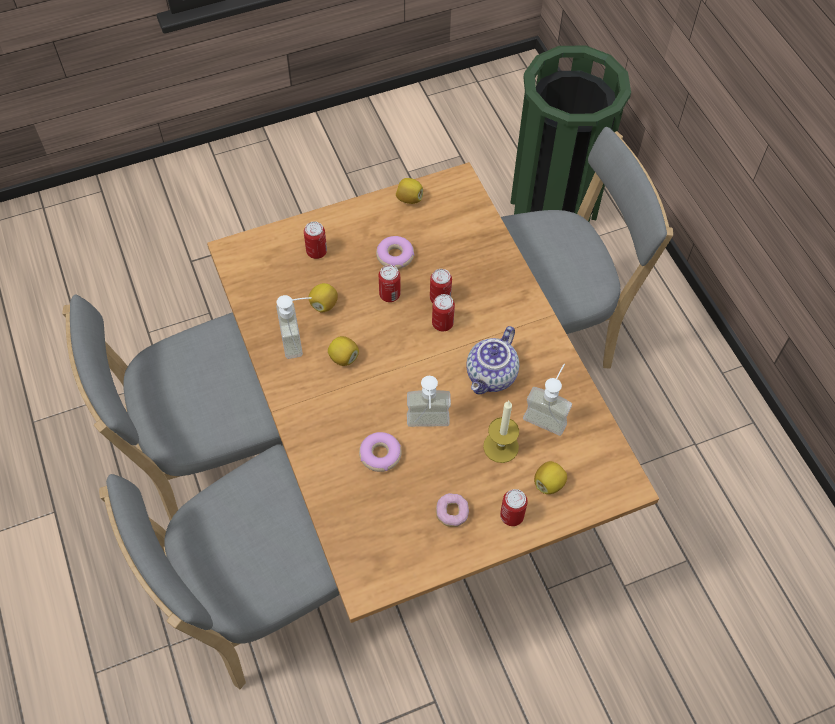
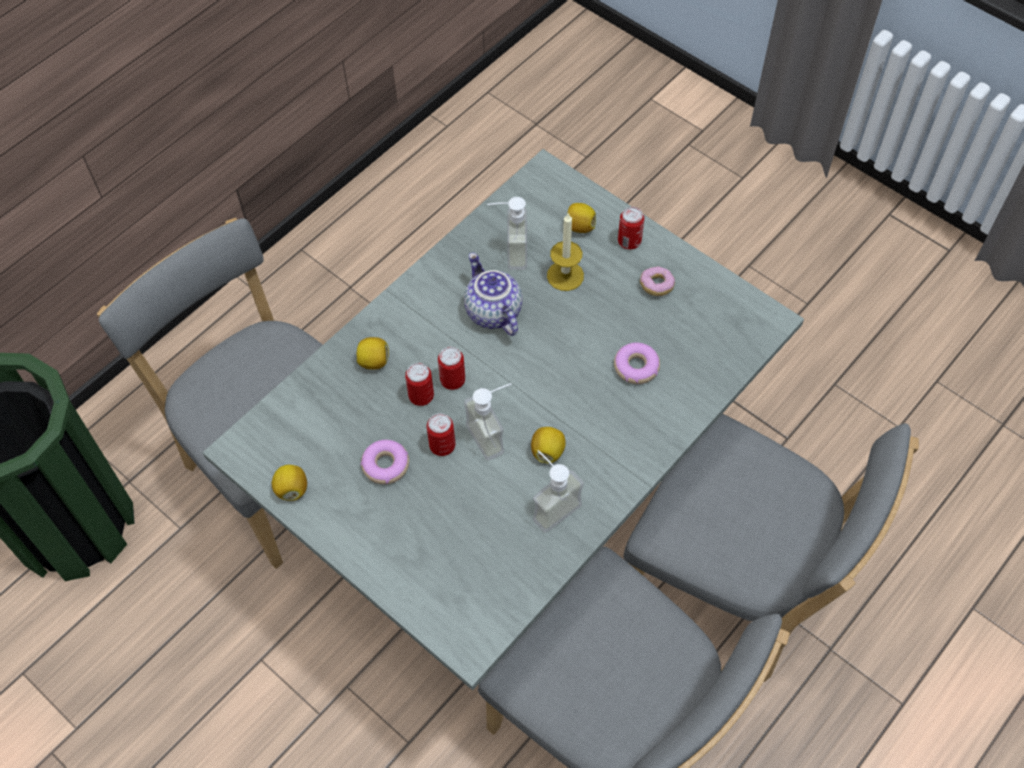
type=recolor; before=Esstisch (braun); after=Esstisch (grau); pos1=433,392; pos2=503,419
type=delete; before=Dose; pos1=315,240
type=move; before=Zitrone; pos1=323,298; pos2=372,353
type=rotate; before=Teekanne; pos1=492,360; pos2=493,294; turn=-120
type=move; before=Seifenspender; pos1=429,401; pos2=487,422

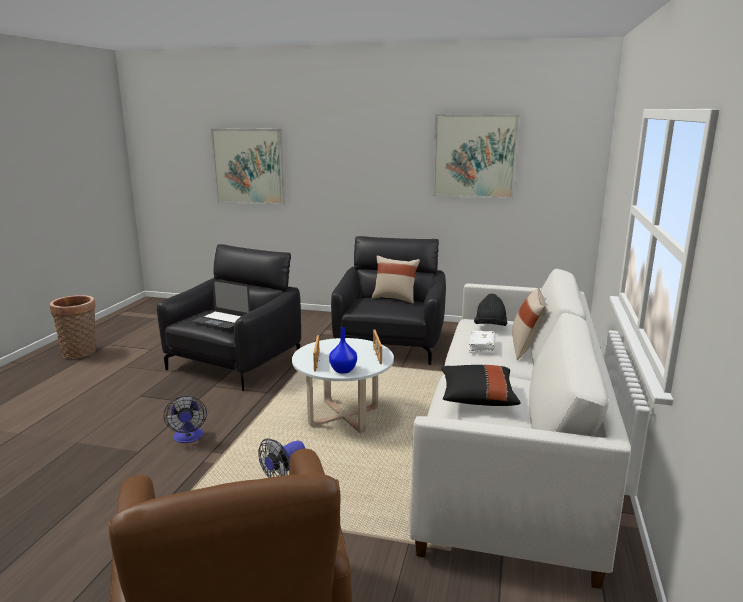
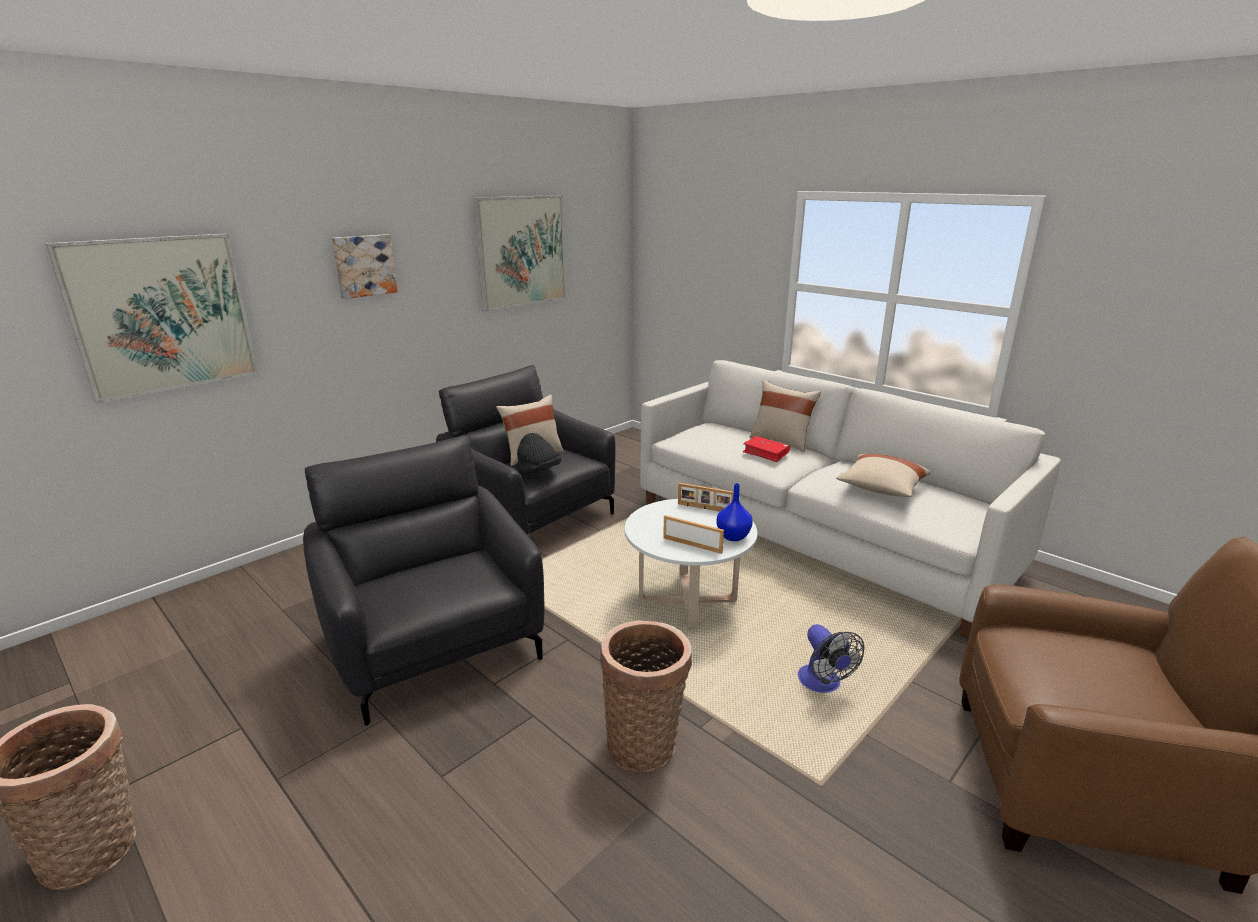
type=delete; before=Laptop; pos1=221,304
type=move; before=Hut (schwarz); pos1=490,310; pos2=538,453
type=recolor; before=Buch (weiß); after=Buch (rot); pos1=482,342; pos2=766,449
type=recolor; before=Kissen (schwarz); after=Kissen (beige); pos1=481,385; pos2=883,475
type=replace; before=Ventilator; after=Korb; pos1=185,419; pos2=646,696
type=insert; after=Bild; pos2=365,266

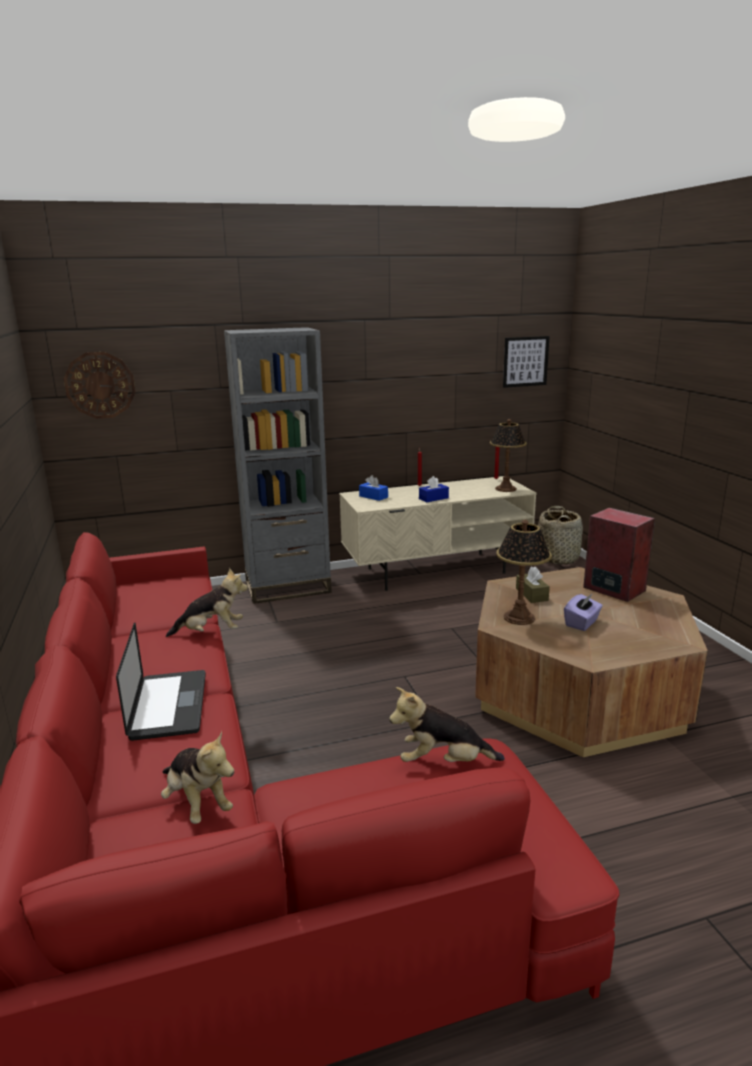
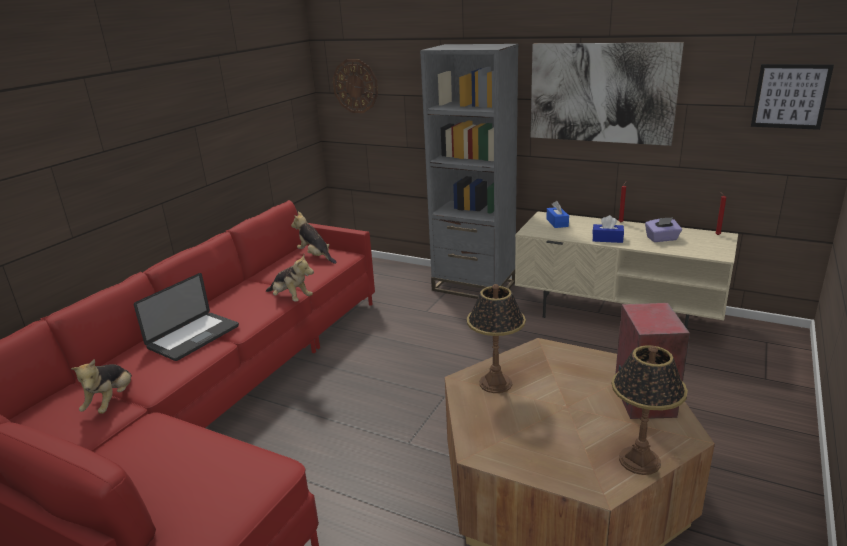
type=move; before=Tischlampe; pos1=508,455; pos2=650,410
type=delete; before=Korb; pos1=560,535
type=delete; before=Taschentuchbox (braun); pos1=533,584
type=move; before=Taschentuchbox (lila); pos1=583,612; pos2=663,229
type=move; before=Plüschtier; pos1=447,724; pos2=314,238
type=insert; after=Bild; pos2=607,94

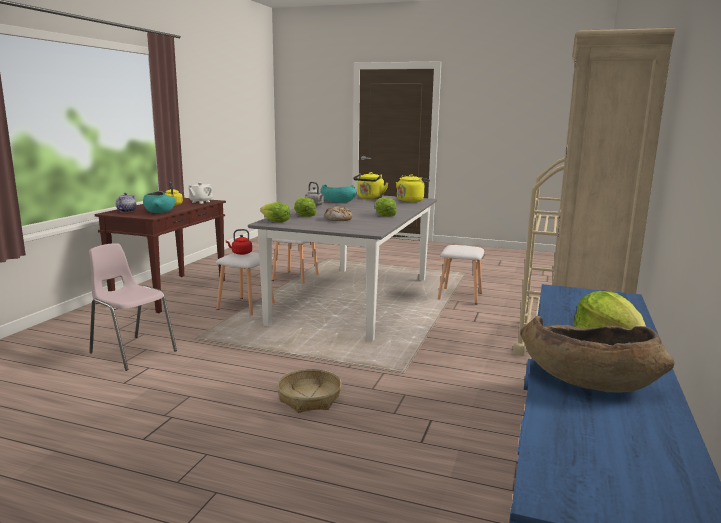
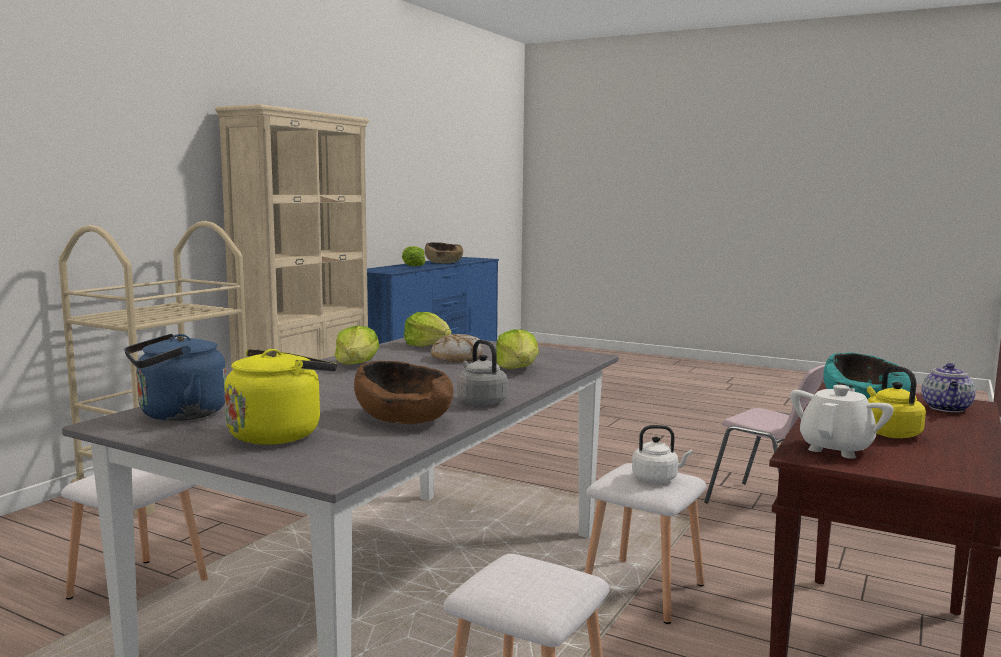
type=recolor; before=Wasserkessel (gelb); after=Wasserkessel (blau); pos1=413,188; pos2=175,377
type=recolor; before=Schüssel (türkis); after=Schüssel (braun); pos1=338,193; pos2=403,392
type=move; before=Salatkopf; pos1=275,212; pos2=428,329
type=recolor; before=Wasserkessel (rot); after=Wasserkessel (weiß); pos1=239,242; pos2=662,454
type=delete; before=Korb; pos1=309,391

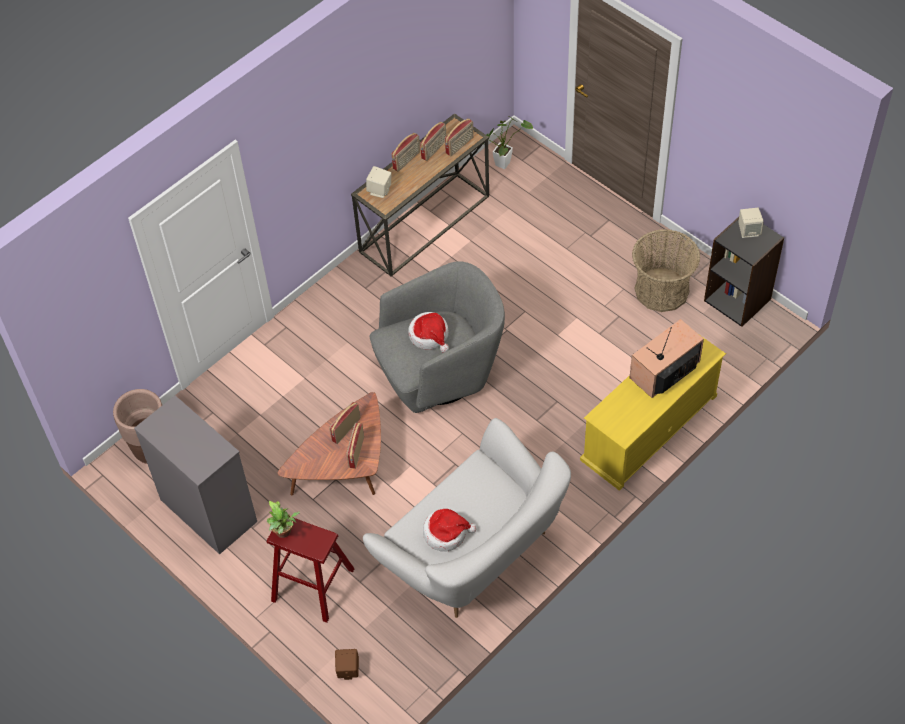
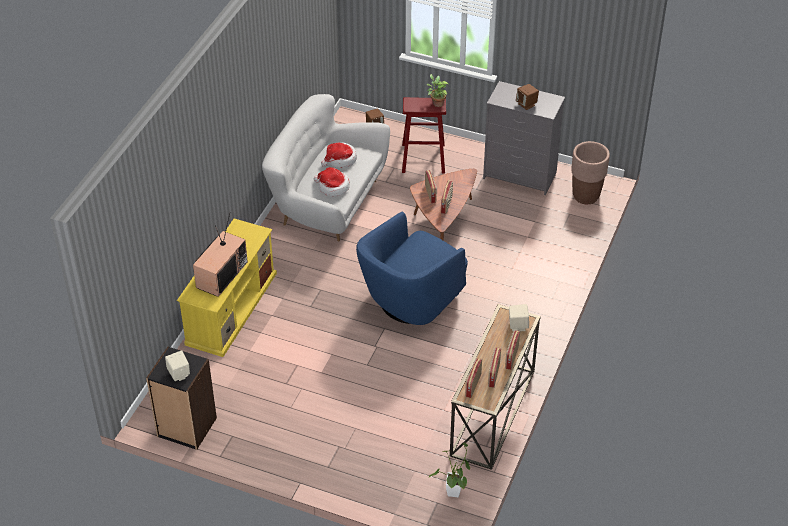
type=delete; before=Korb; pos1=666,270
type=recolor; before=Sessel (grau); after=Sessel (blau); pos1=437,337; pos2=412,268
type=move; before=Hut; pos1=428,332; pos2=332,182
type=insert; after=Lautsprecher (braun); pos2=527,97

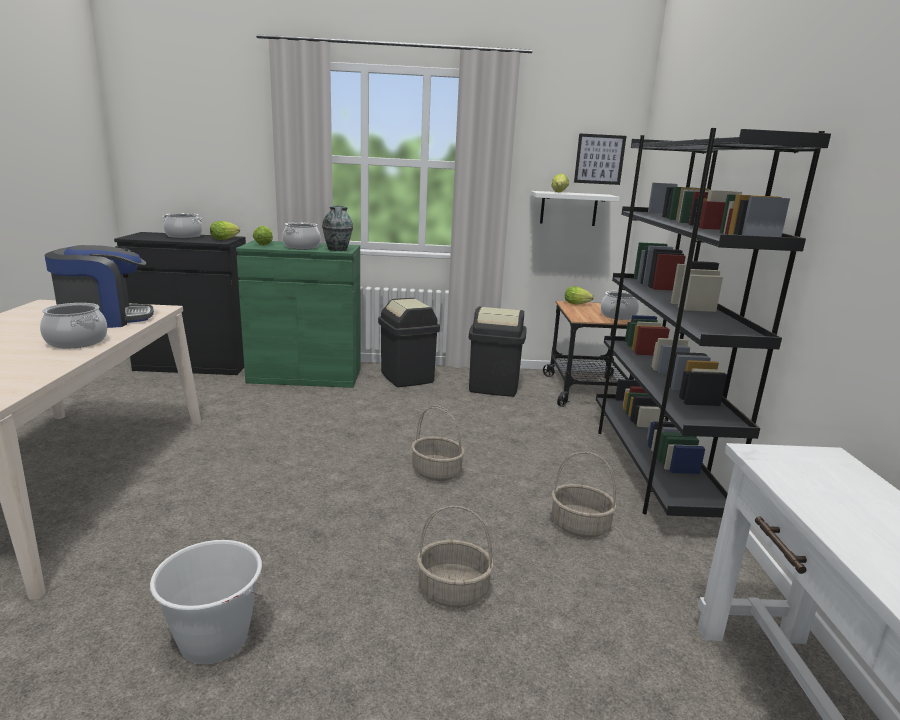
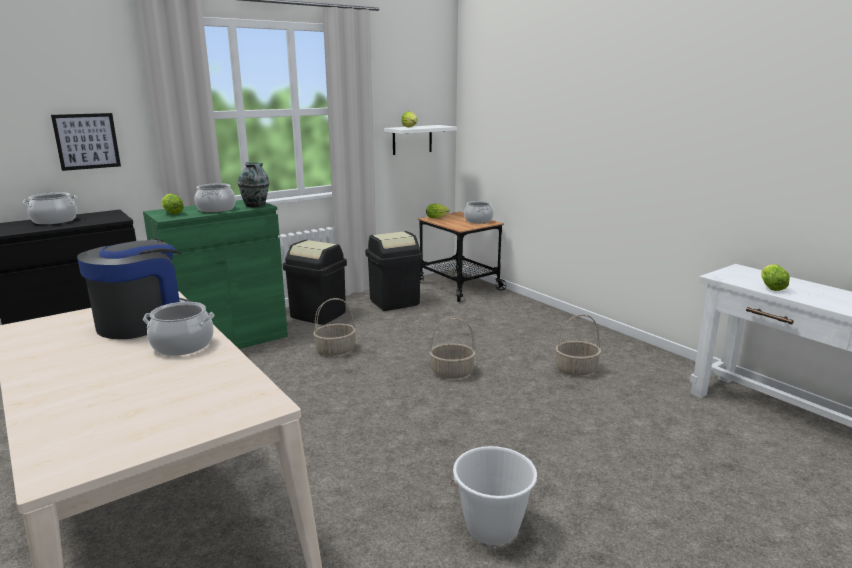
type=delete; before=Bücherregal (schwarz); pos1=713,323
type=move; before=Bild; pos1=600,159; pos2=86,142
type=move; before=Salatkopf; pos1=225,230; pos2=775,278
type=move; before=Korb; pos1=455,557; pos2=334,327

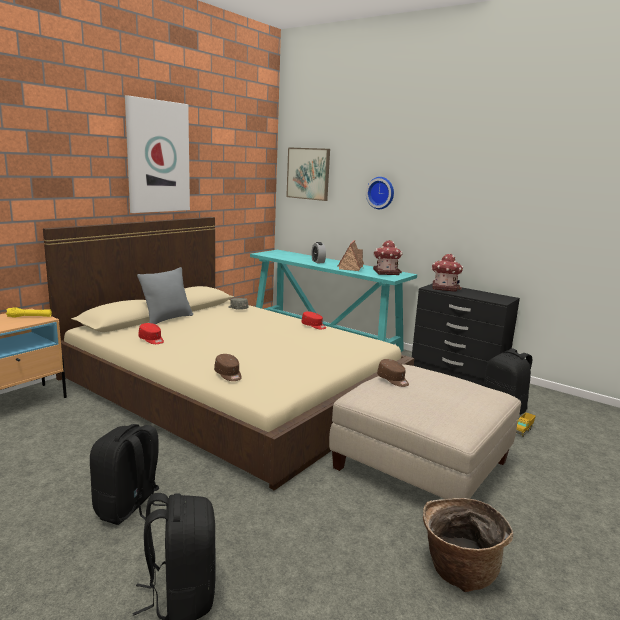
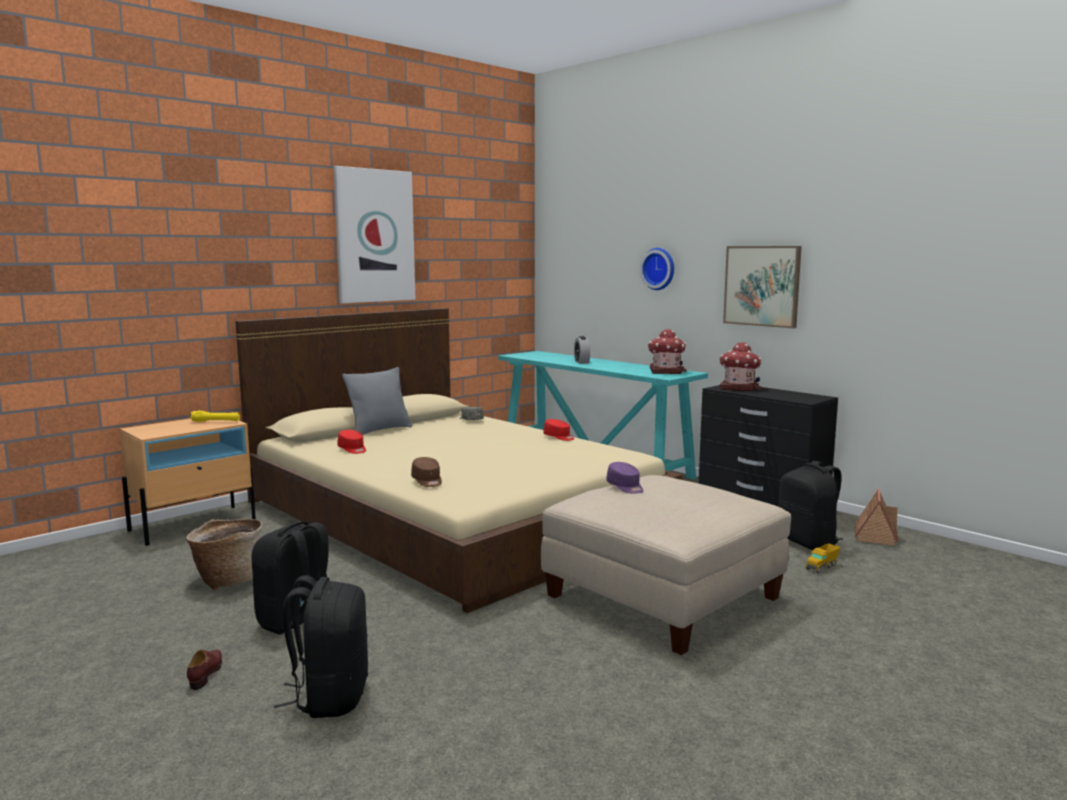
type=move; before=Bild; pos1=308,174; pos2=762,287
type=move; before=Spielzeughaus; pos1=350,255; pos2=877,517
type=recolor; before=Kappe (braun); after=Kappe (lila); pos1=393,373; pos2=624,478
type=move; before=Korb; pos1=468,545; pos2=224,554
type=insert; after=Schuh (braun); pos2=204,670

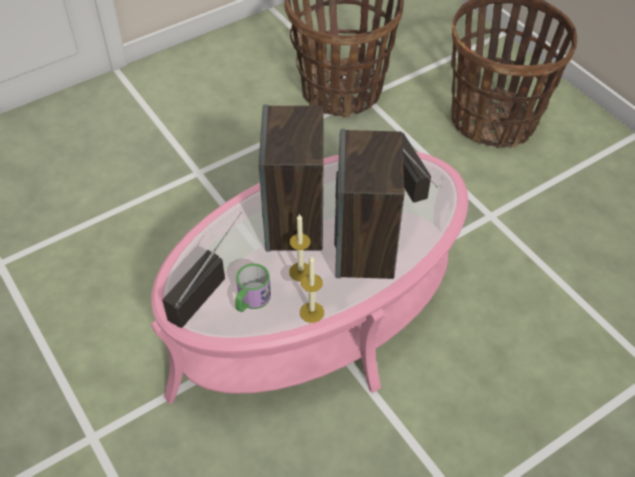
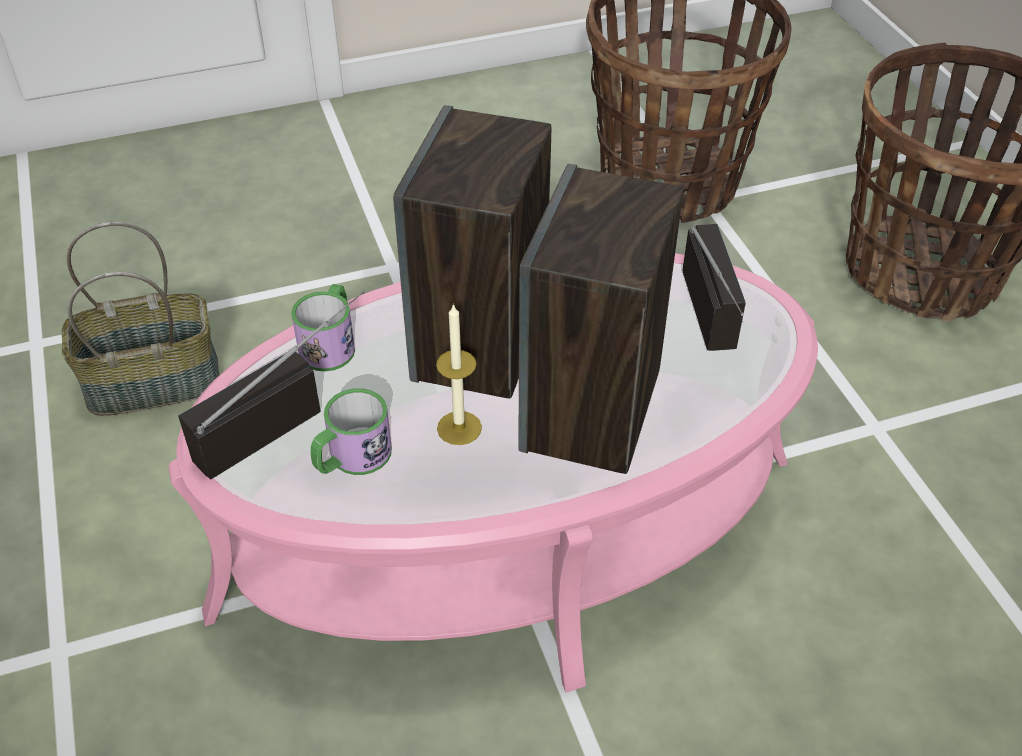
type=delete; before=Kerze; pos1=312,289
type=insert; after=Korb; pos2=141,319
type=insert; after=Henkelbecher; pos2=323,327

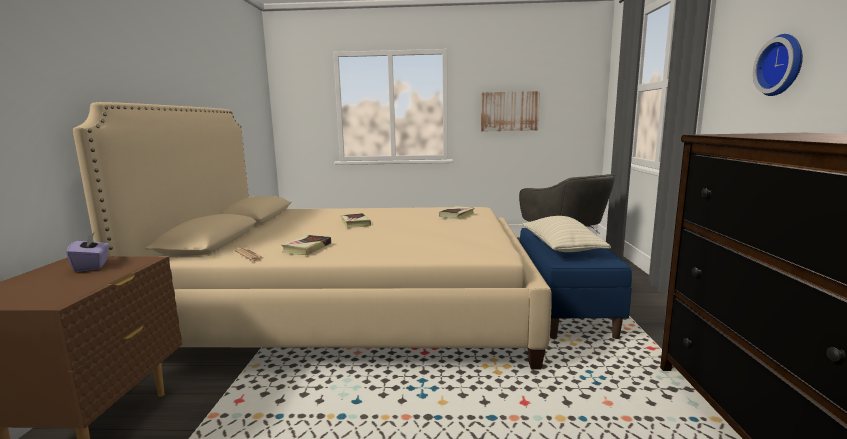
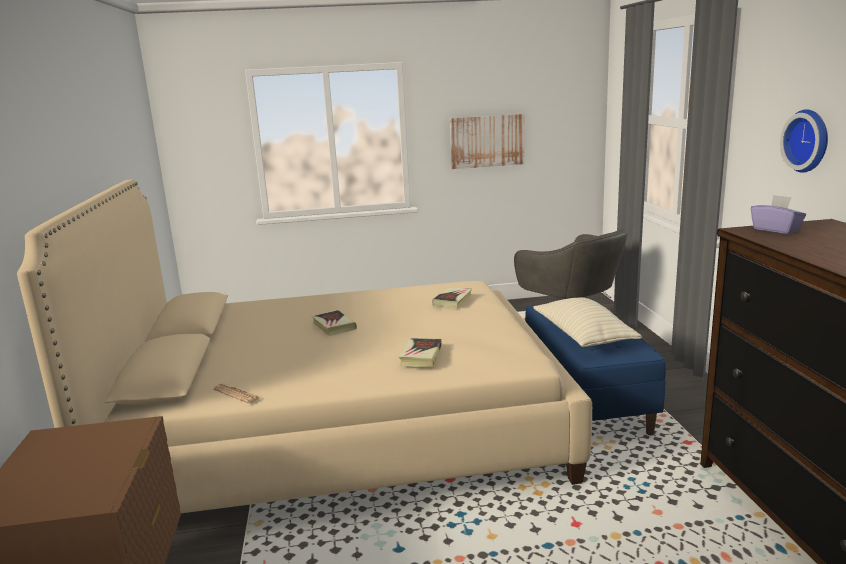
type=move; before=Taschentuchbox (lila); pos1=87,252; pos2=778,214
type=move; before=Buch; pos1=306,245; pos2=420,352

